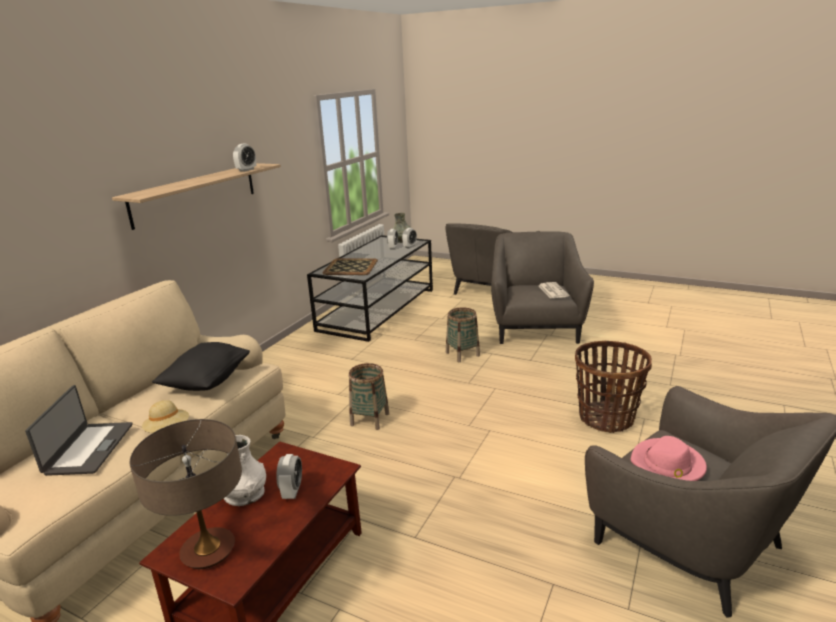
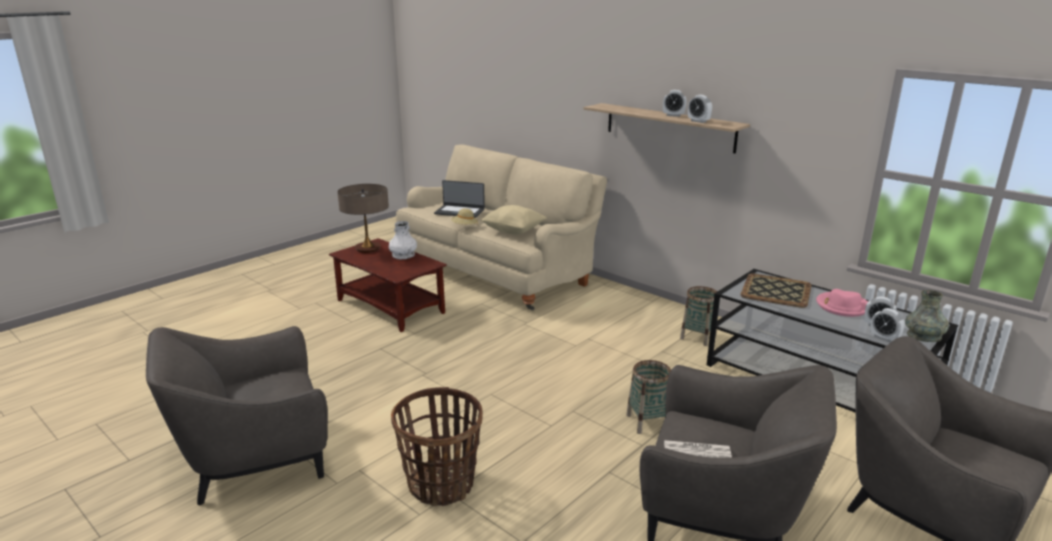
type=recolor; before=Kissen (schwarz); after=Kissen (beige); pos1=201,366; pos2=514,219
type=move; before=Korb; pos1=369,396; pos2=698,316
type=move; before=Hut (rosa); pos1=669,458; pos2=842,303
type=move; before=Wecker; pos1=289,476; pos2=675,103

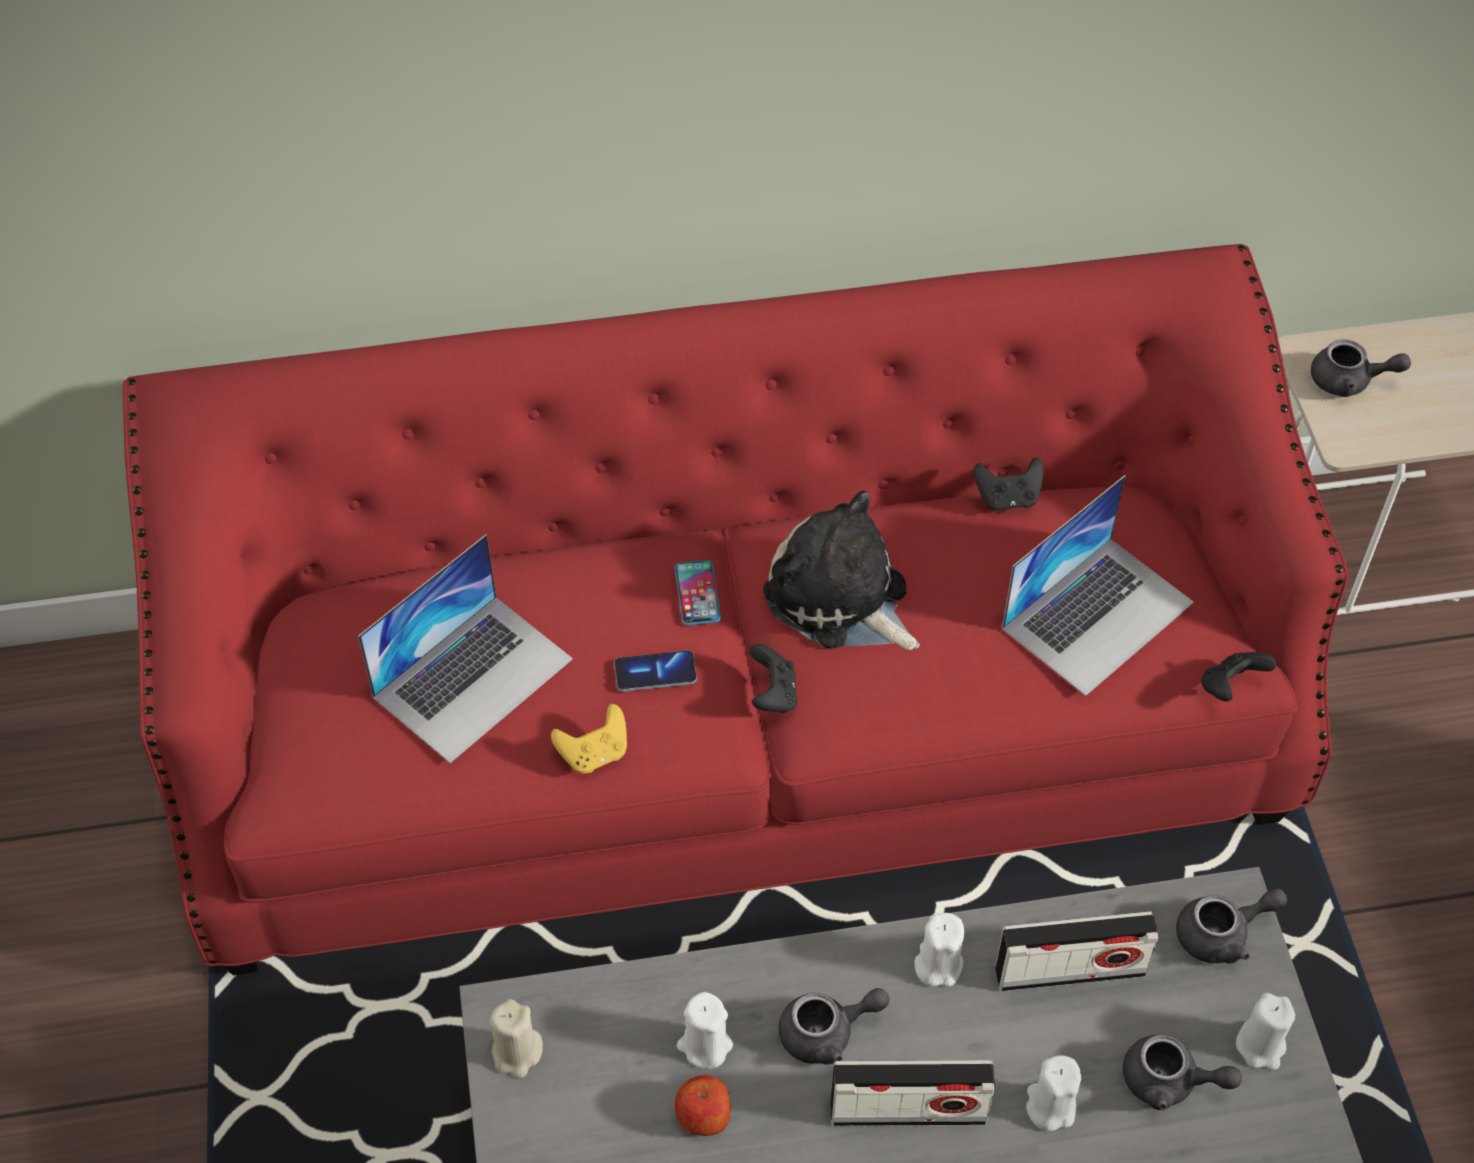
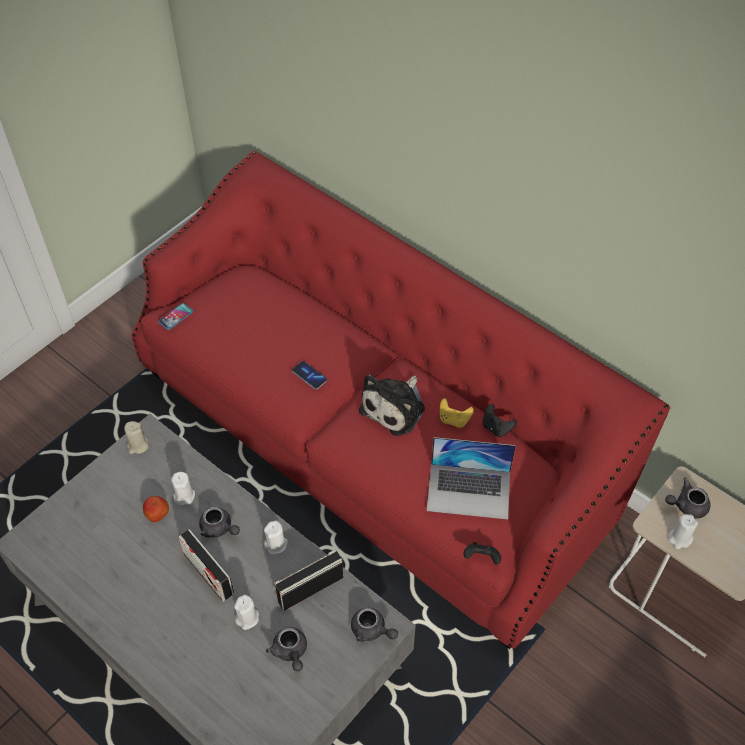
type=rotate; before=Teekanne (grau); pos1=1361,368; pos2=688,498; turn=105
type=rotate; before=Plüschtier; pos1=841,570; pos2=392,405; turn=-150
type=delete; before=Laptop; pos1=465,649
type=move; before=Handy; pos1=698,592; pos2=175,316
type=delete; before=Gamepad (schwarz); pos1=773,678
type=move; before=Gamepad (gelb); pos1=589,739; pos2=457,413
type=rotate; before=Radio; pos1=1077,951; pos2=308,580; turn=105
type=move; before=Kerze (weiß); pos1=1265,1031; pos2=683,531

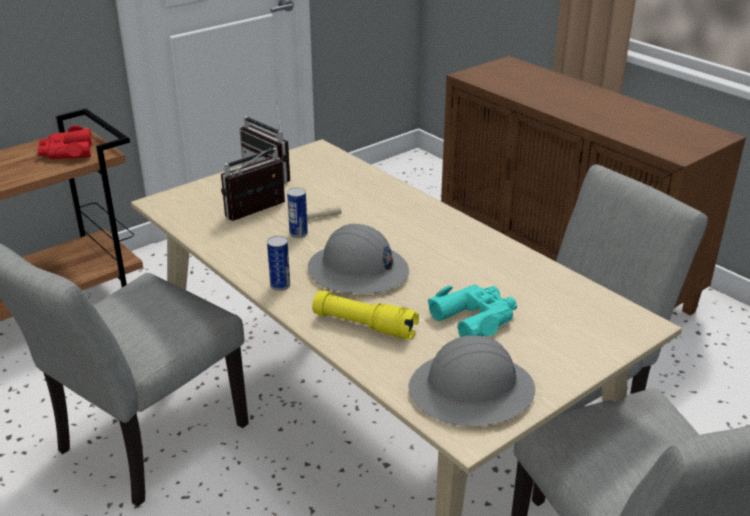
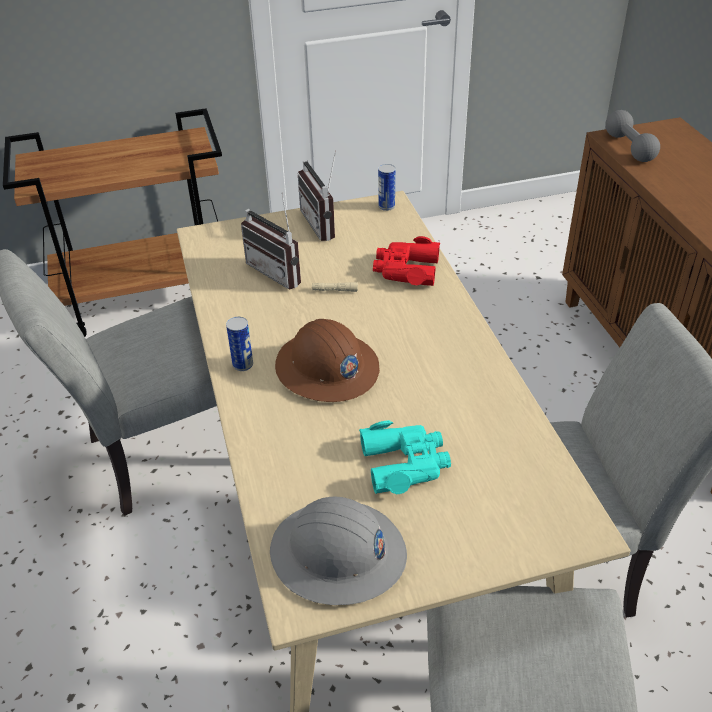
type=move; before=Fernglas (rot); pos1=64,142; pos2=406,261
type=rotate; before=Radio; pos1=253,184; pos2=271,241; turn=-120
type=move; before=Dose; pos1=297,213; pos2=386,187
type=recolor; before=Schutzhelm (grau); after=Schutzhelm (braun); pos1=358,258; pos2=327,360
type=delete; before=Taschenlampe (gelb); pos1=365,315
type=insert; after=Hantel (grau); pos2=632,136

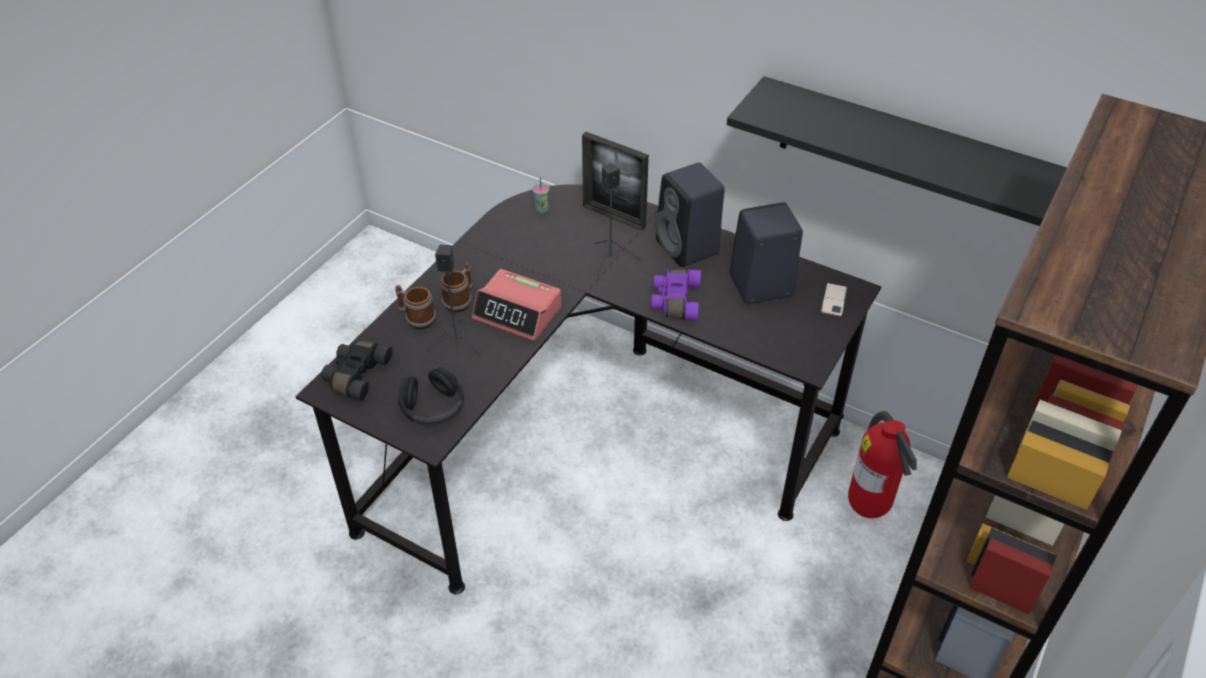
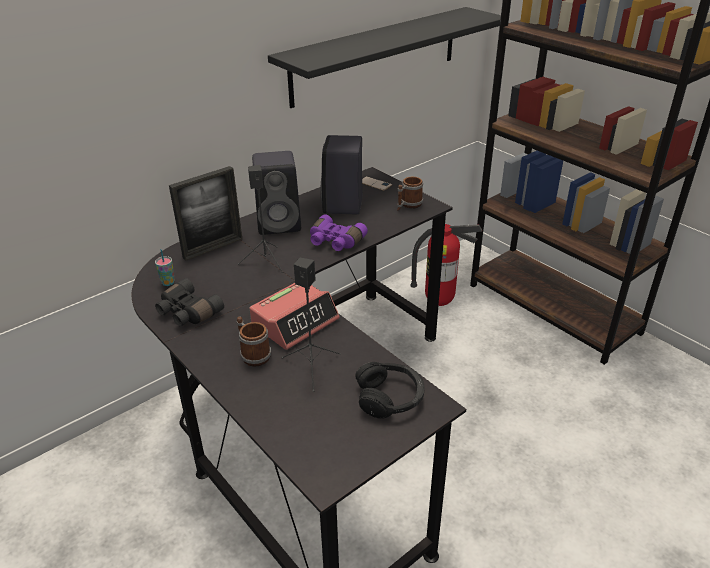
type=move; before=Henkelbecher; pos1=415,307; pos2=410,193
type=move; before=Fernglas (schwarz); pos1=357,371; pos2=189,302

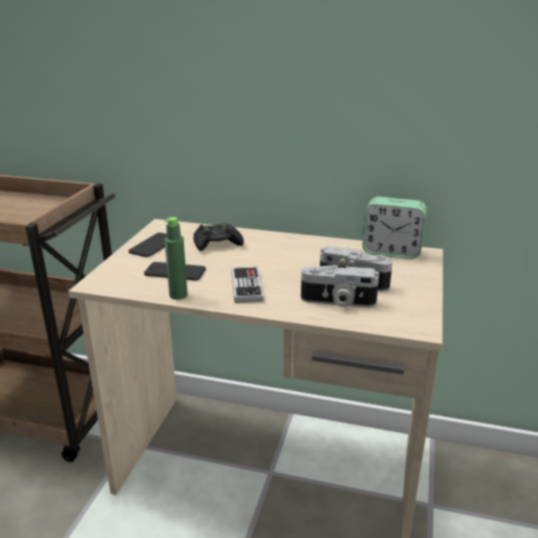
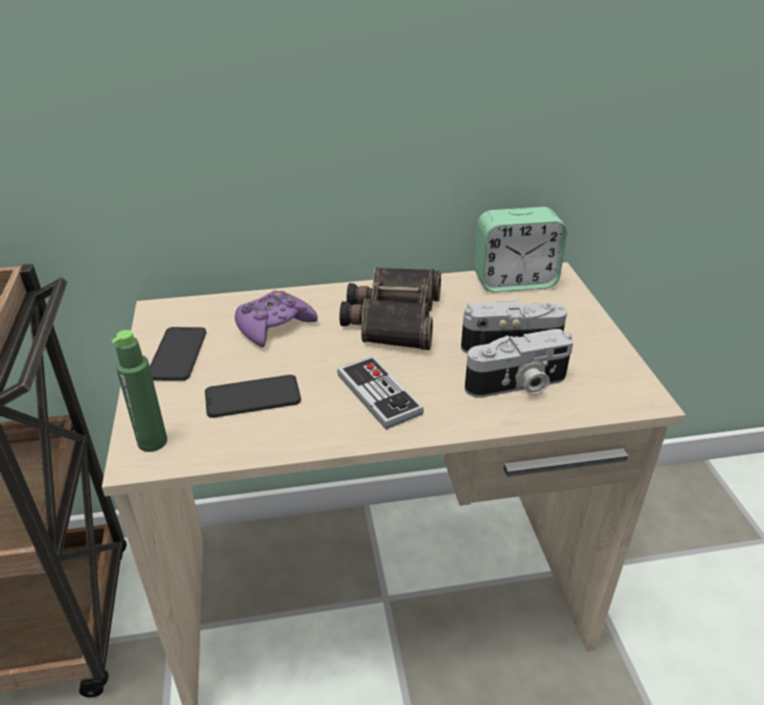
type=move; before=Flasche (grün); pos1=176,258; pos2=139,391
type=recolor; before=Gamepad (schwarz); after=Gamepad (lila); pos1=218,237; pos2=276,318
type=insert; after=Fernglas; pos2=390,308

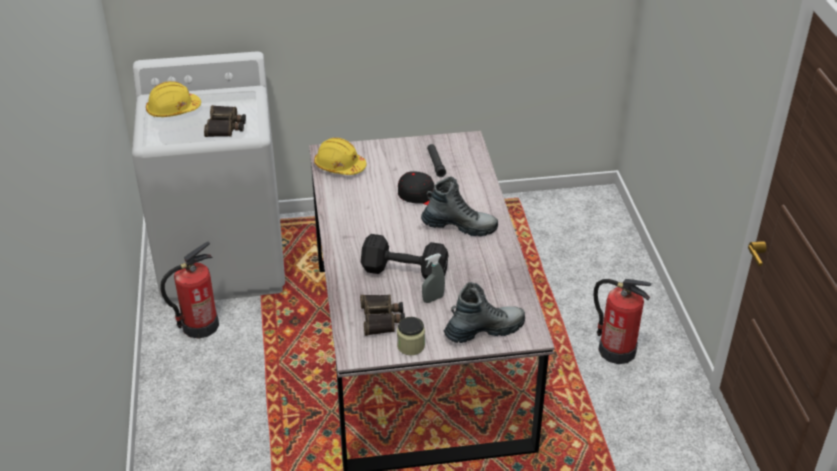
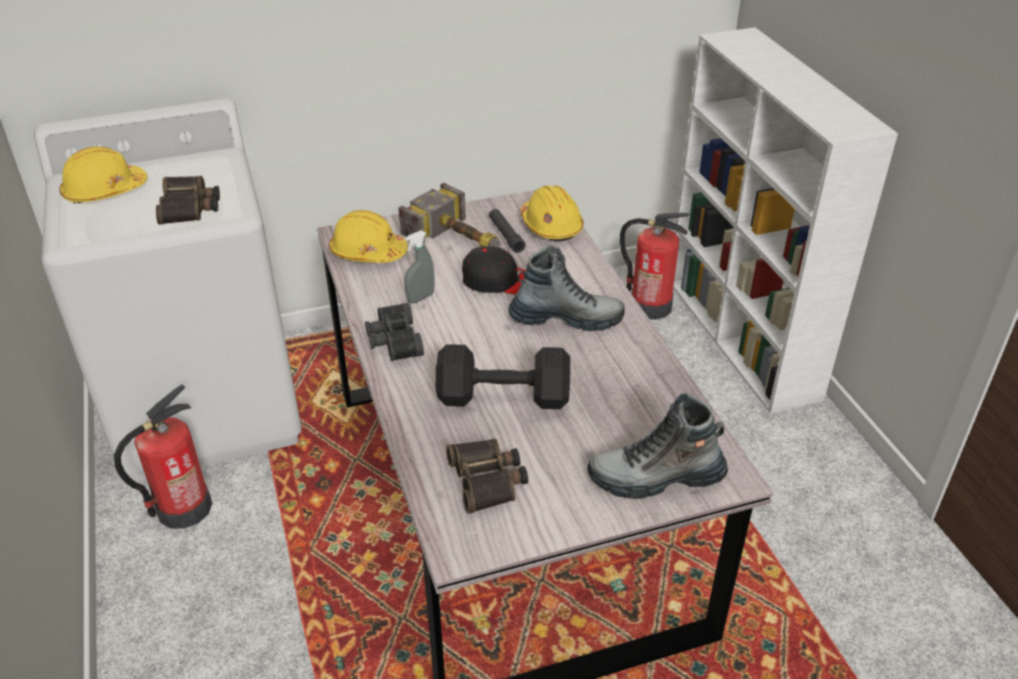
type=move; before=Sprühflasche (grau); pos1=433,278; pos2=419,267
type=move; before=Feuerlöscher; pos1=622,321; pos2=655,266
type=rotate; before=Stiefel; pos1=484,312; pos2=658,445; turn=-150
type=delete; before=Vorratsglas; pos1=411,336
type=insert; after=Bücherregal (weiß); pos2=785,220
type=insert; after=Hammer; pos2=449,215
type=insert; after=Schutzhelm (gelb); pos2=552,213
type=insert; after=Fernglas (schwarz); pos2=394,332

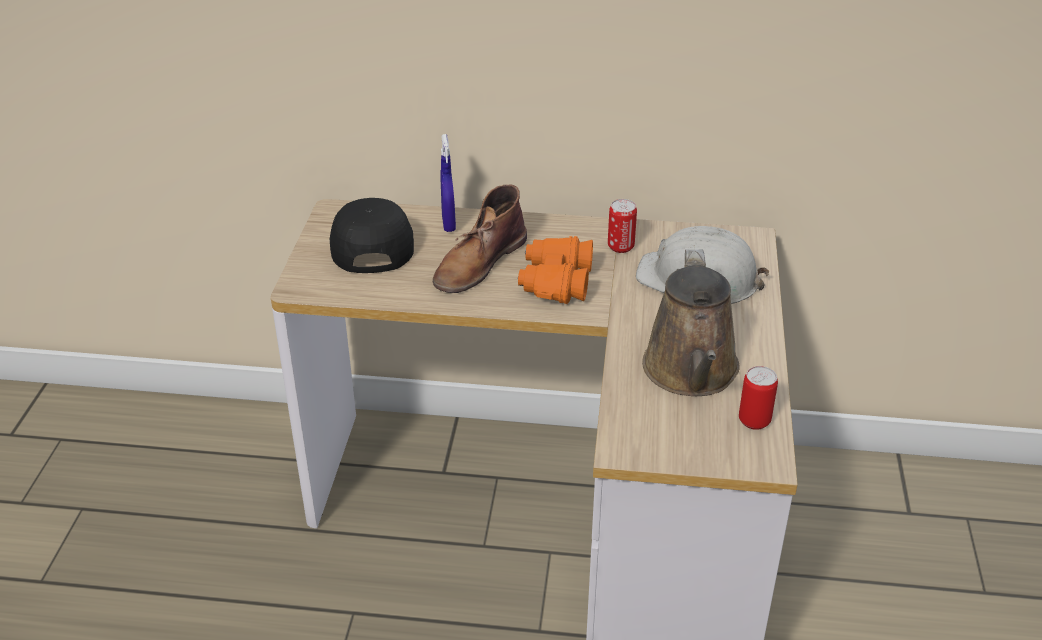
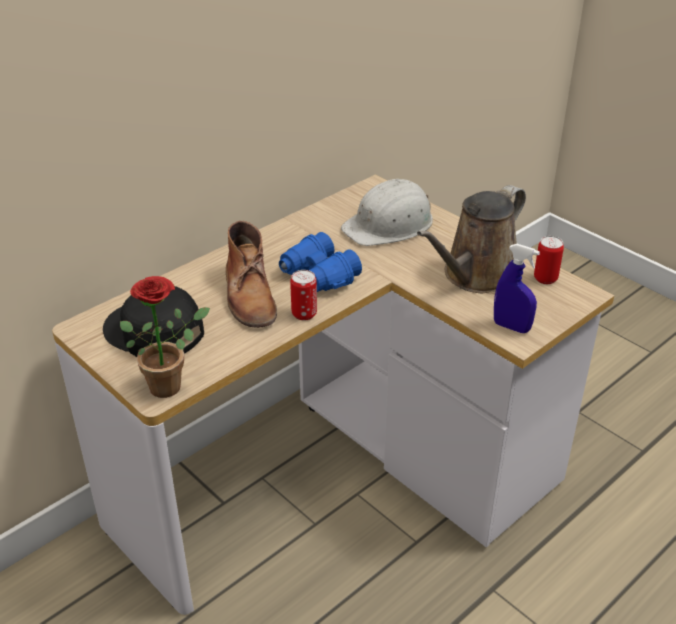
type=move; before=Sprühflasche (blau); pos1=448,183; pos2=517,288
type=move; before=Dose; pos1=622,226; pos2=303,295
type=recolor; before=Fernglas (orange); after=Fernglas (blau); pos1=555,270; pos2=320,262
type=rotate; before=Gießkanne (braun); pos1=691,322; pos2=471,239; turn=90
type=insert; after=Topfpflanze; pos2=165,337

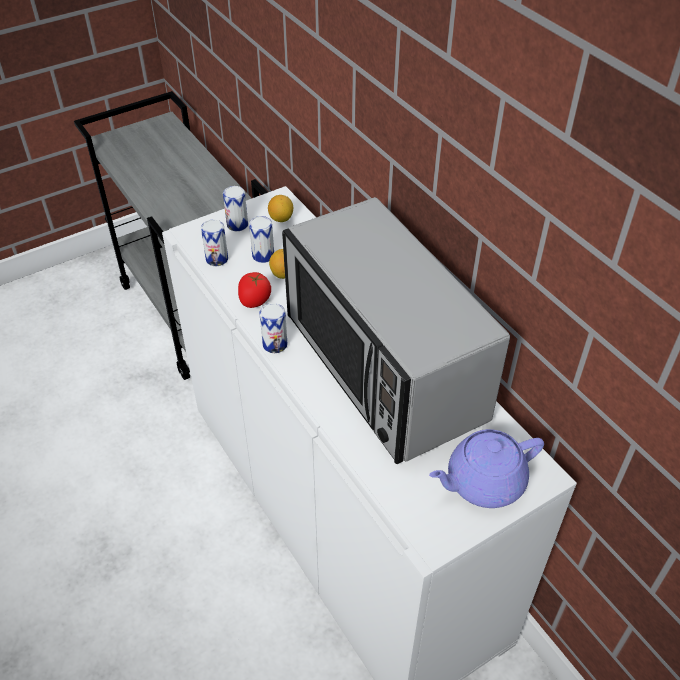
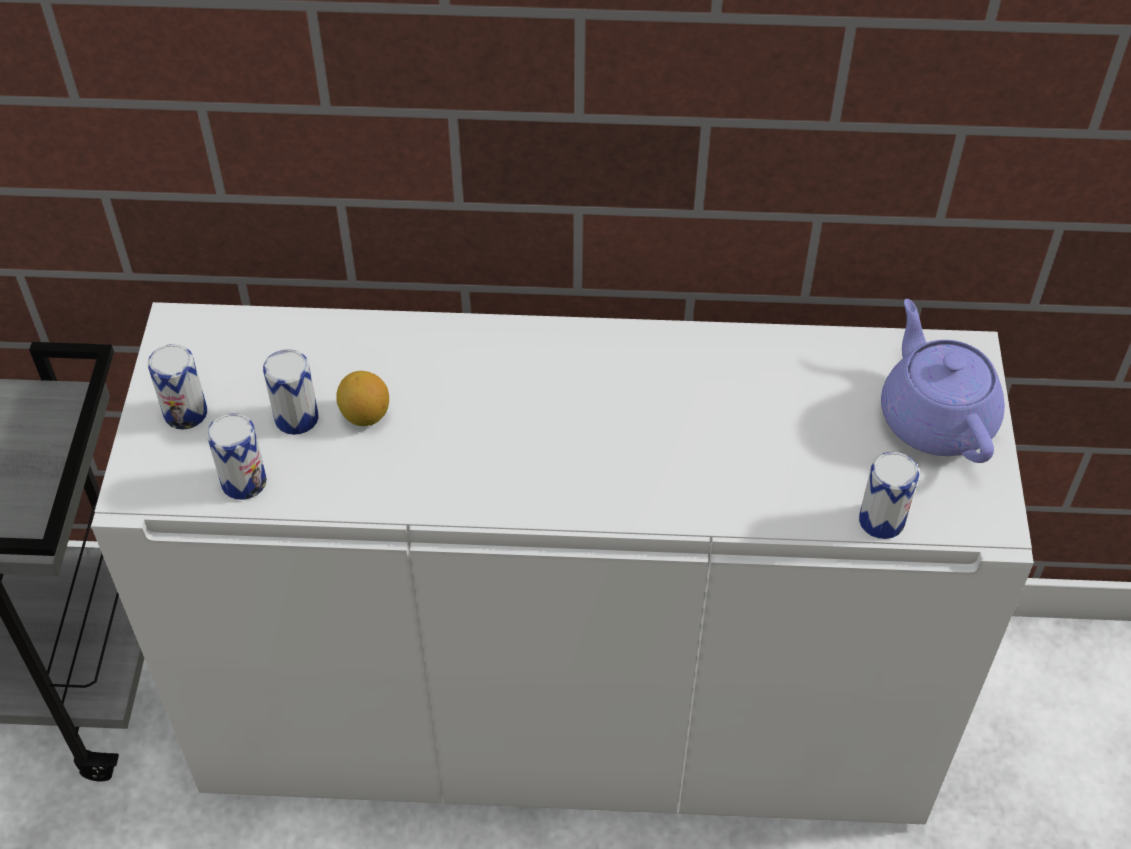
type=delete; before=Zitrone; pos1=280,208
type=delete; before=Mikrowelle; pos1=396,330
type=delete; before=Tomate; pos1=254,290
type=move; before=Dose; pos1=273,328; pos2=889,495
type=rotate; before=Teekanne (lila); pos1=486,468; pos2=943,381; turn=150

